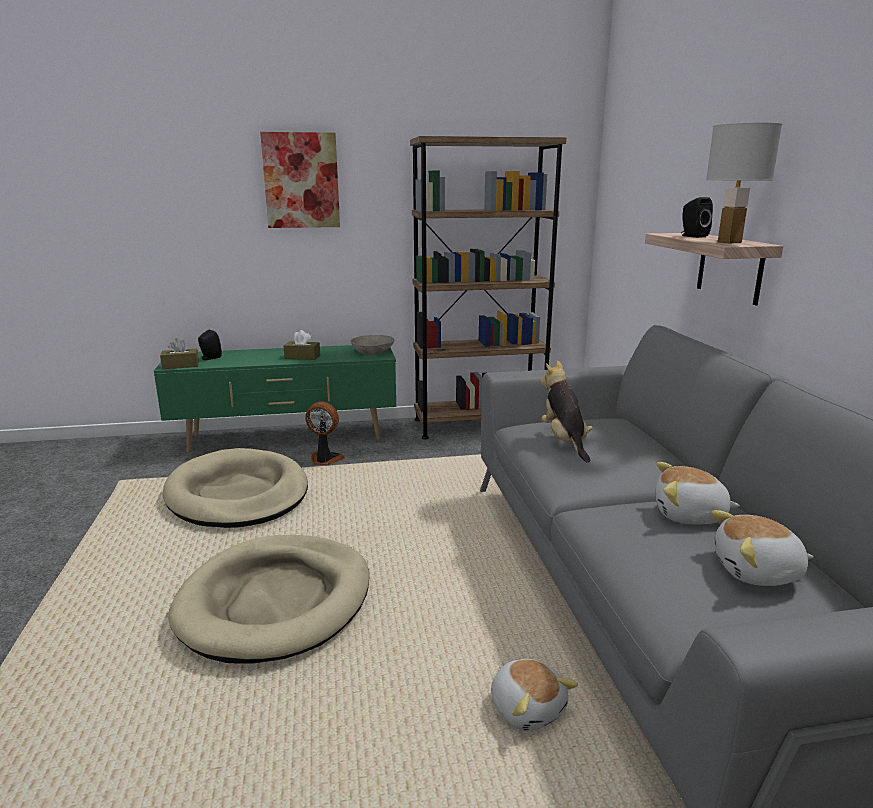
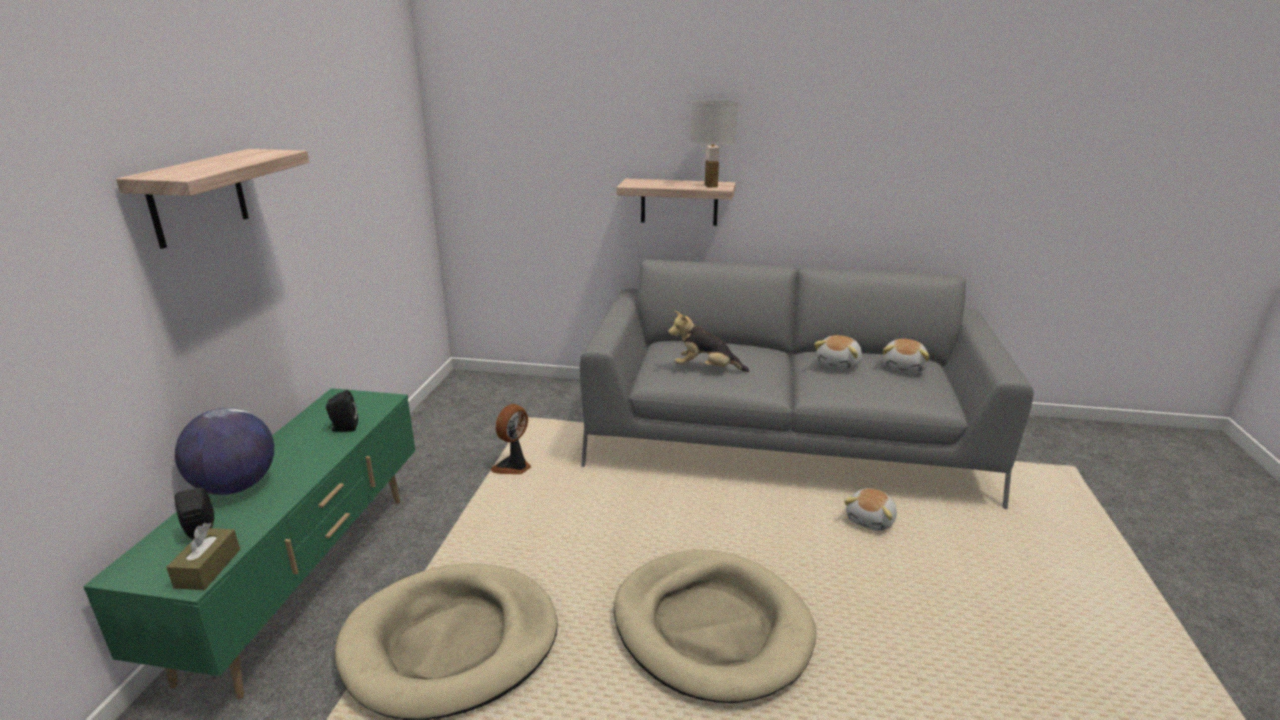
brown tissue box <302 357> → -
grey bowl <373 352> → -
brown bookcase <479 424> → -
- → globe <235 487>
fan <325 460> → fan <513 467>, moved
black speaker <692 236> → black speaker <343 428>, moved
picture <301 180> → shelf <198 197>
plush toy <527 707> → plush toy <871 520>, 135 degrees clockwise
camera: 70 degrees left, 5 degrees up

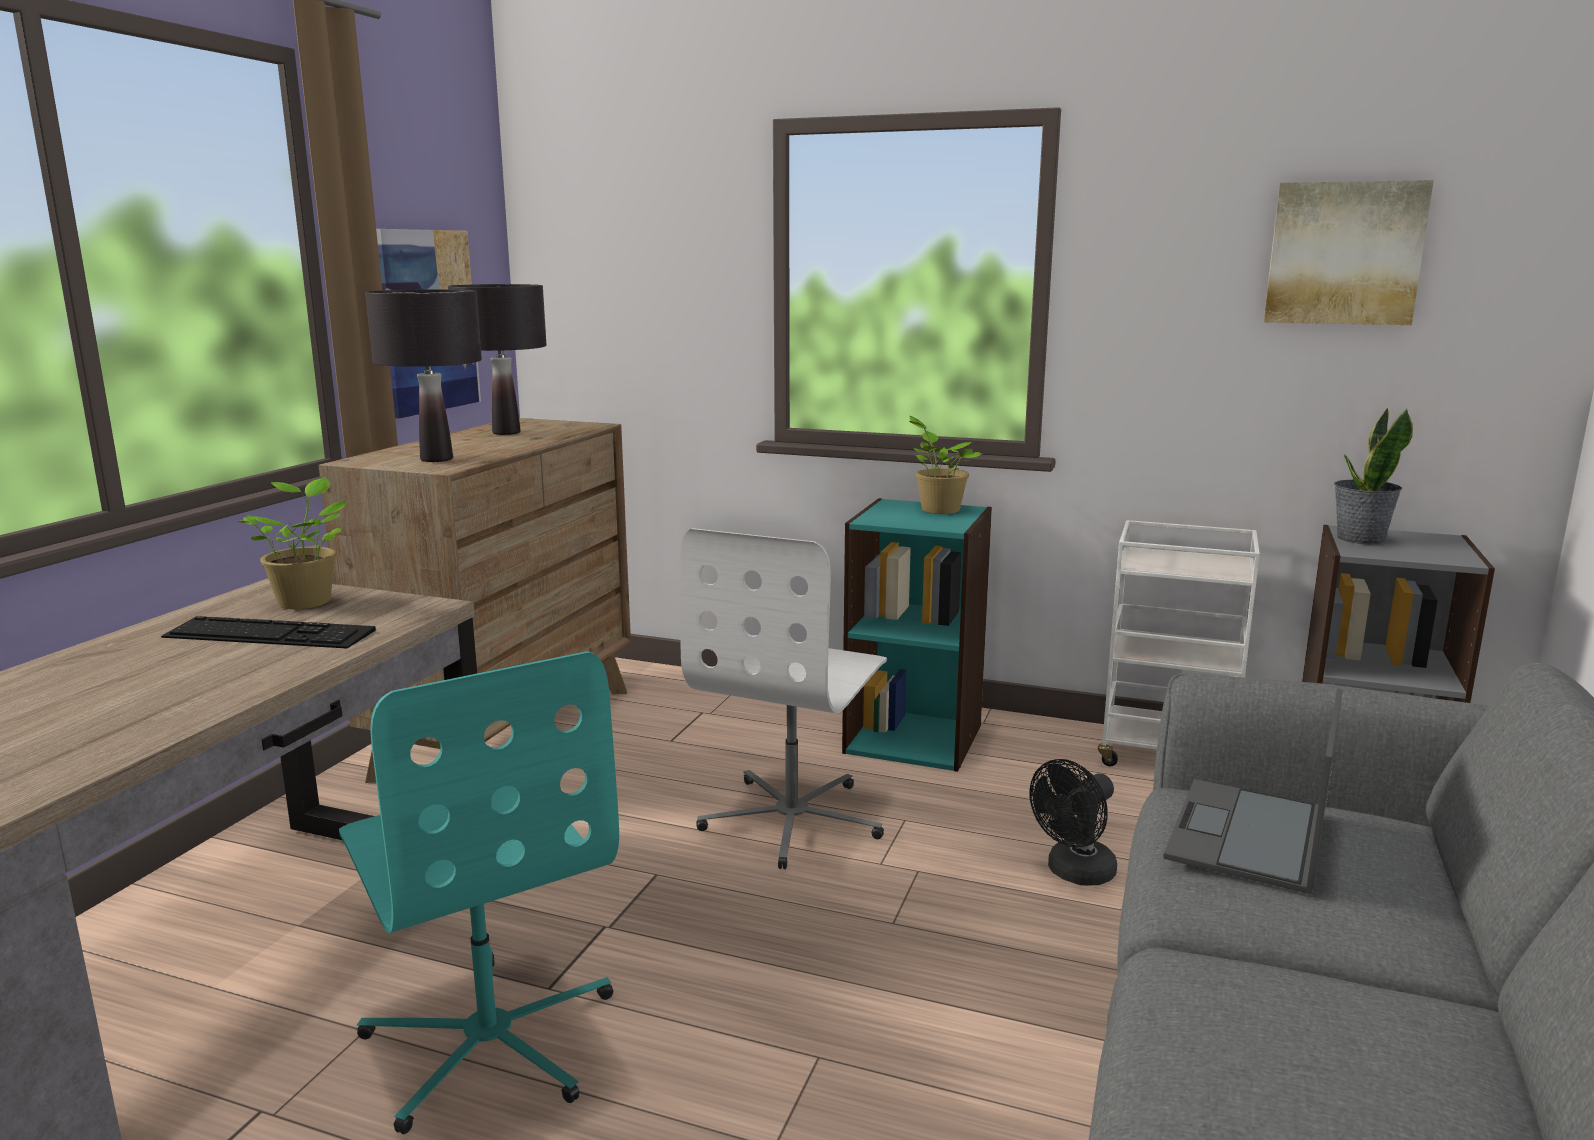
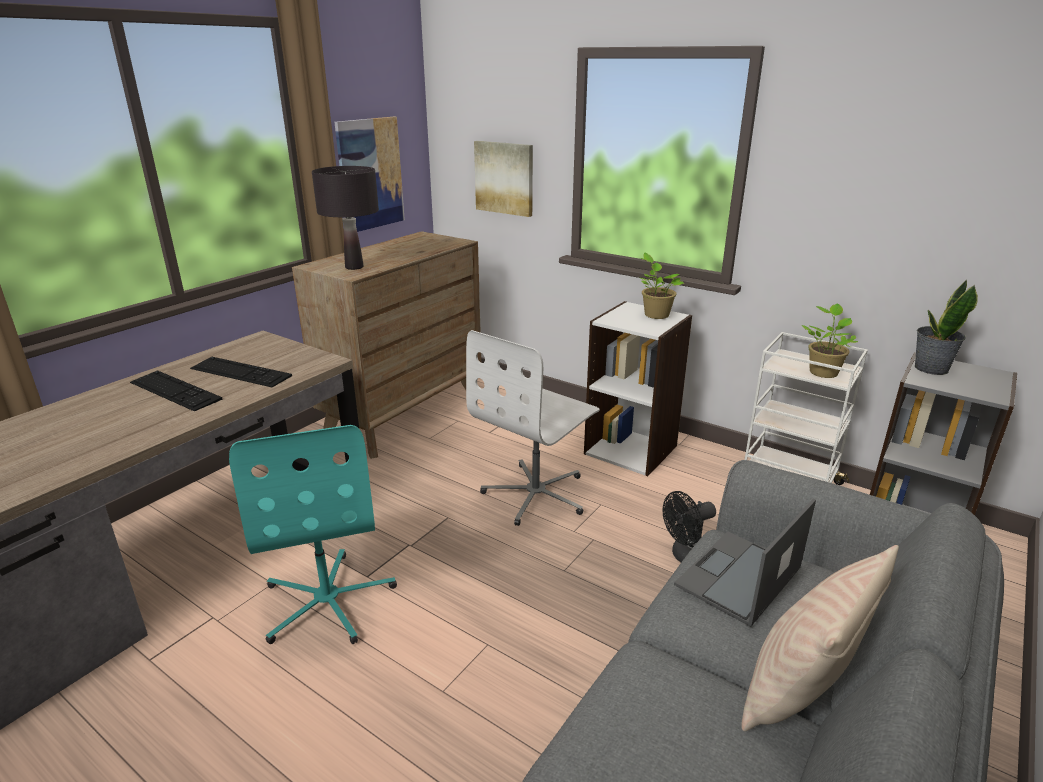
black table lamp <506 433> → -
- → keyboard <175 390>
- → beige pillow <799 692>
potted plant <306 601> → potted plant <823 372>, moved
picture <1344 253> → picture <505 178>, moved
turquoise bookcase <914 738> → white bookcase <631 449>
camera: 15 degrees right, 10 degrees up

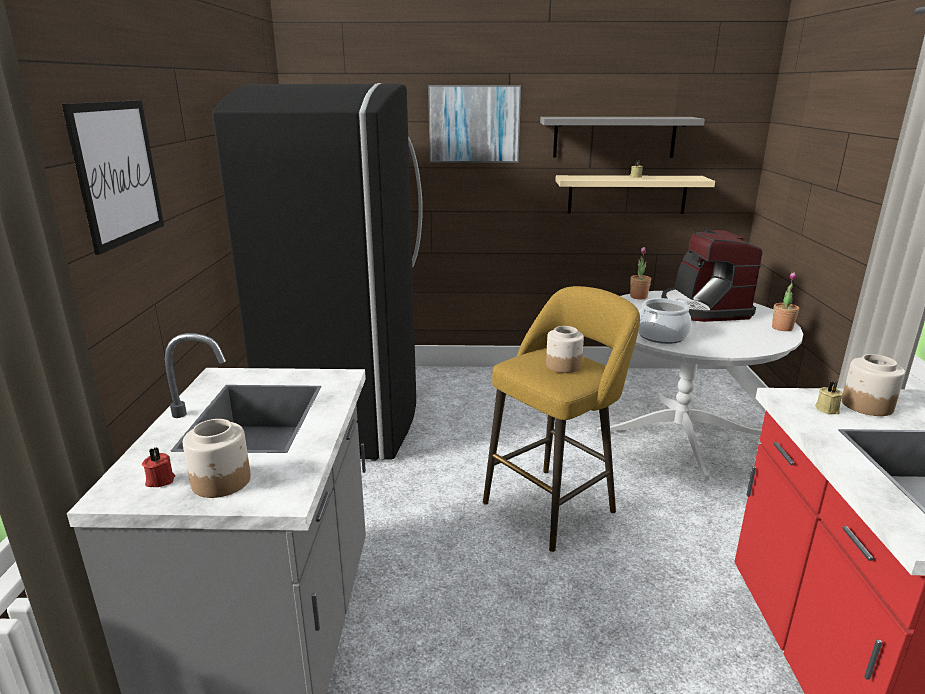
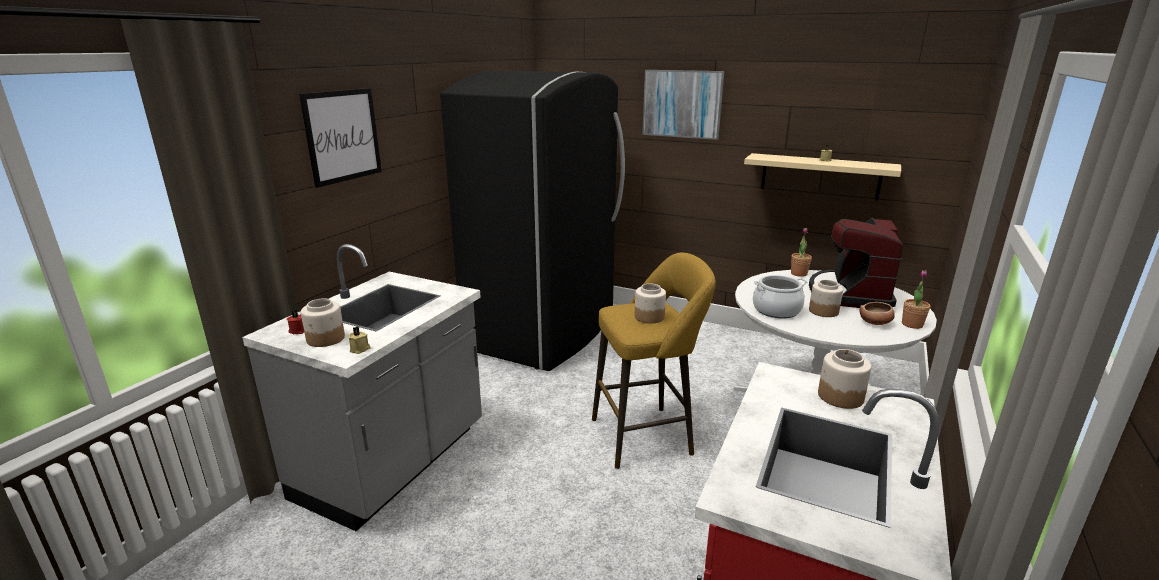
grey shelf <614 137> → -
- → jar <823 311>
- → bowl <875 323>
beige candle <827 409> → beige candle <360 349>, moved
camera: 25 degrees right, 0 degrees up

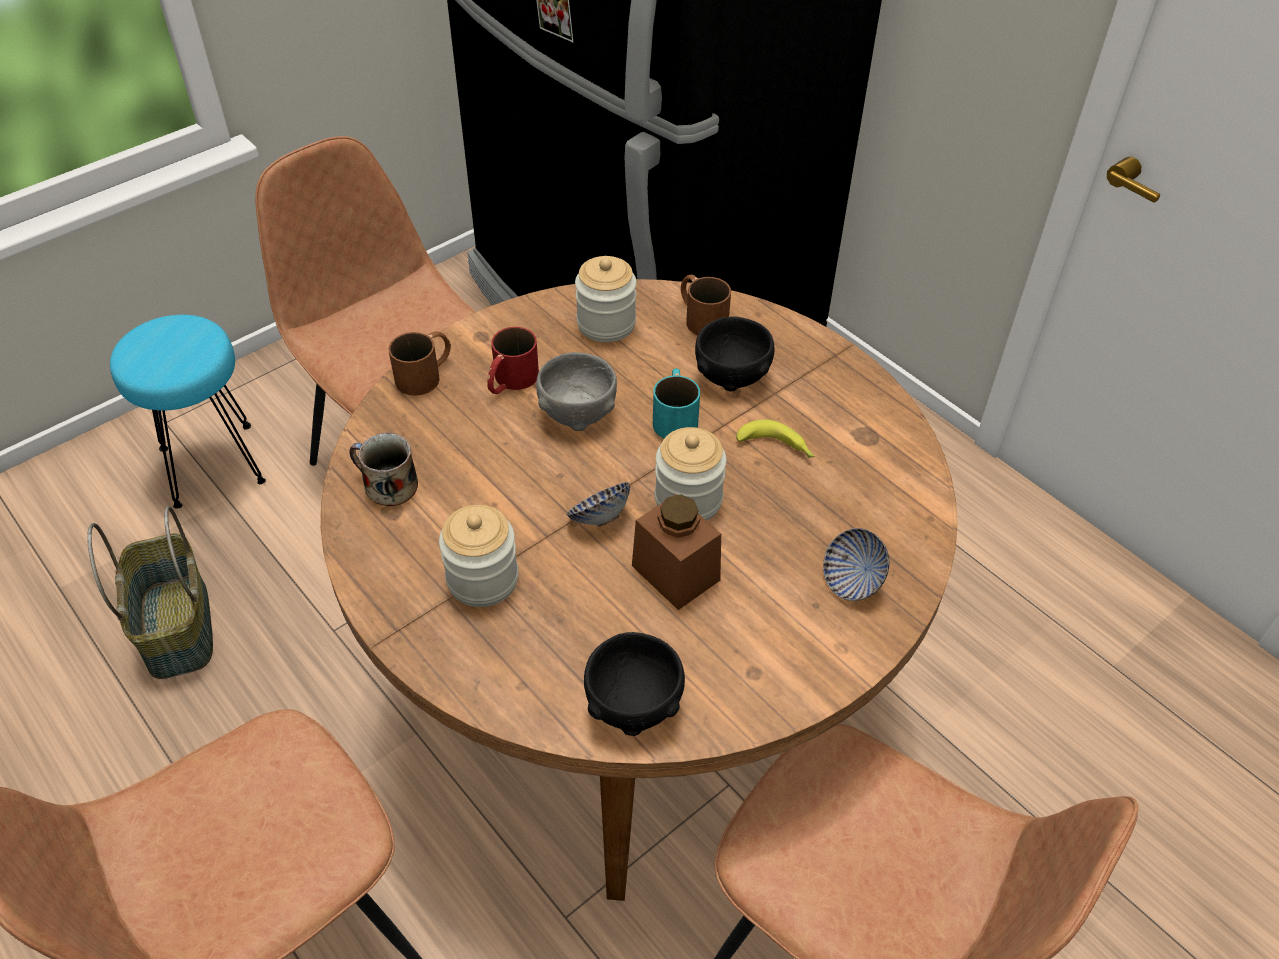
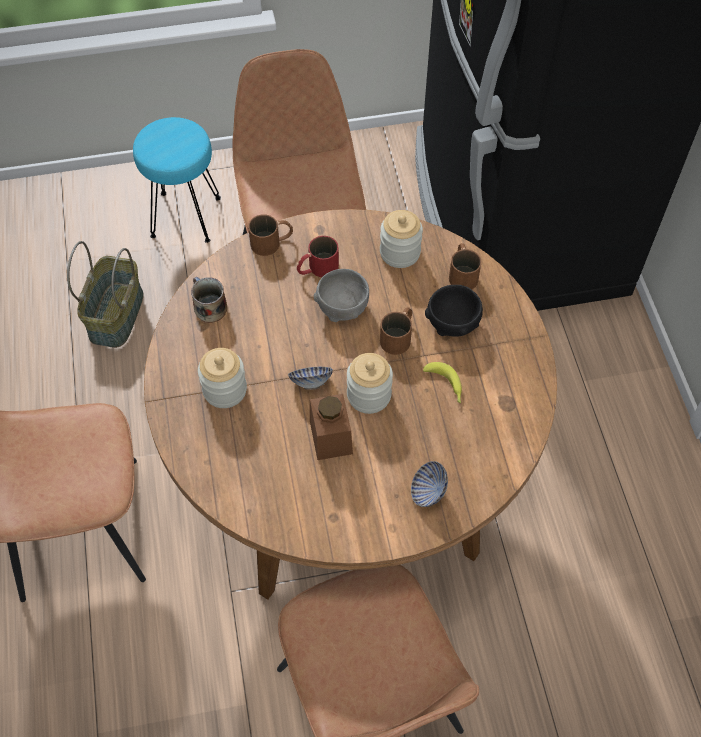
black bowl <634 704> → -
turquoise mug <675 415> → brown mug <399 335>
camera: 30 degrees right, 10 degrees up

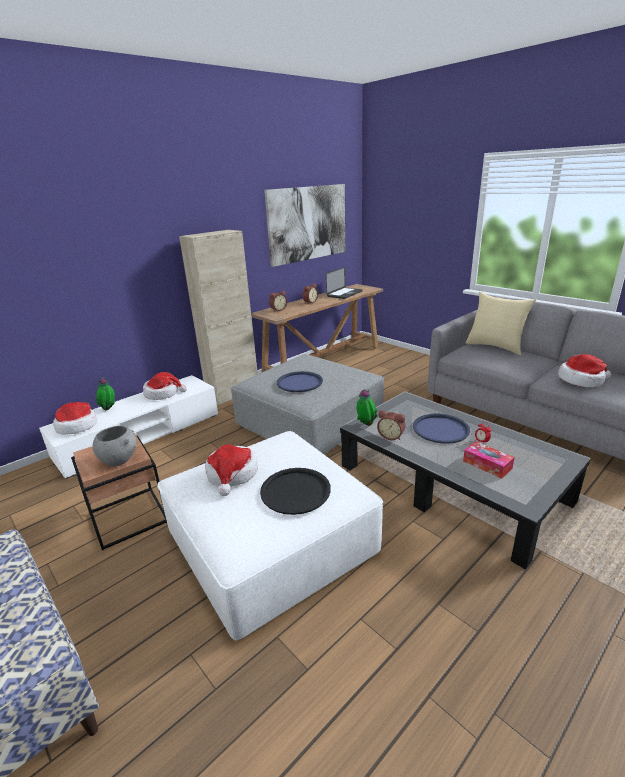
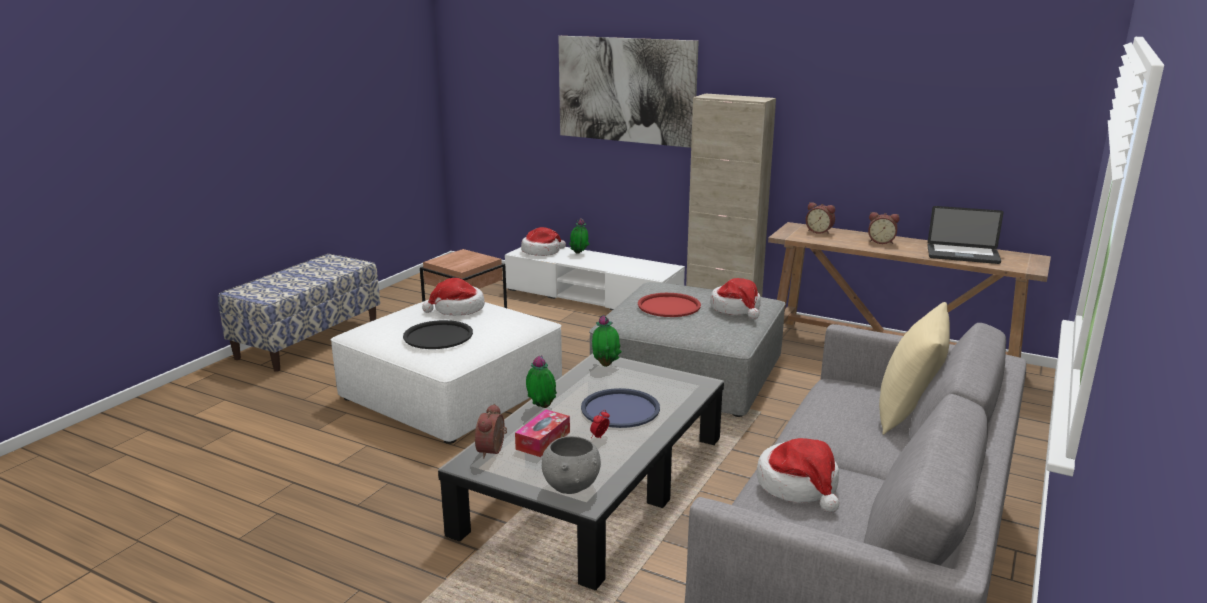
- → potted plant <541 408>
grey bowl <119 460> → grey bowl <571 486>, moved
hat <163 393> → hat <736 309>, moved
picture <307 223> → picture <626 90>, moved
alarm clock <391 436> → alarm clock <493 450>, moved
blue tray <299 382> → red tray <669 306>
camera: 70 degrees right, 5 degrees down

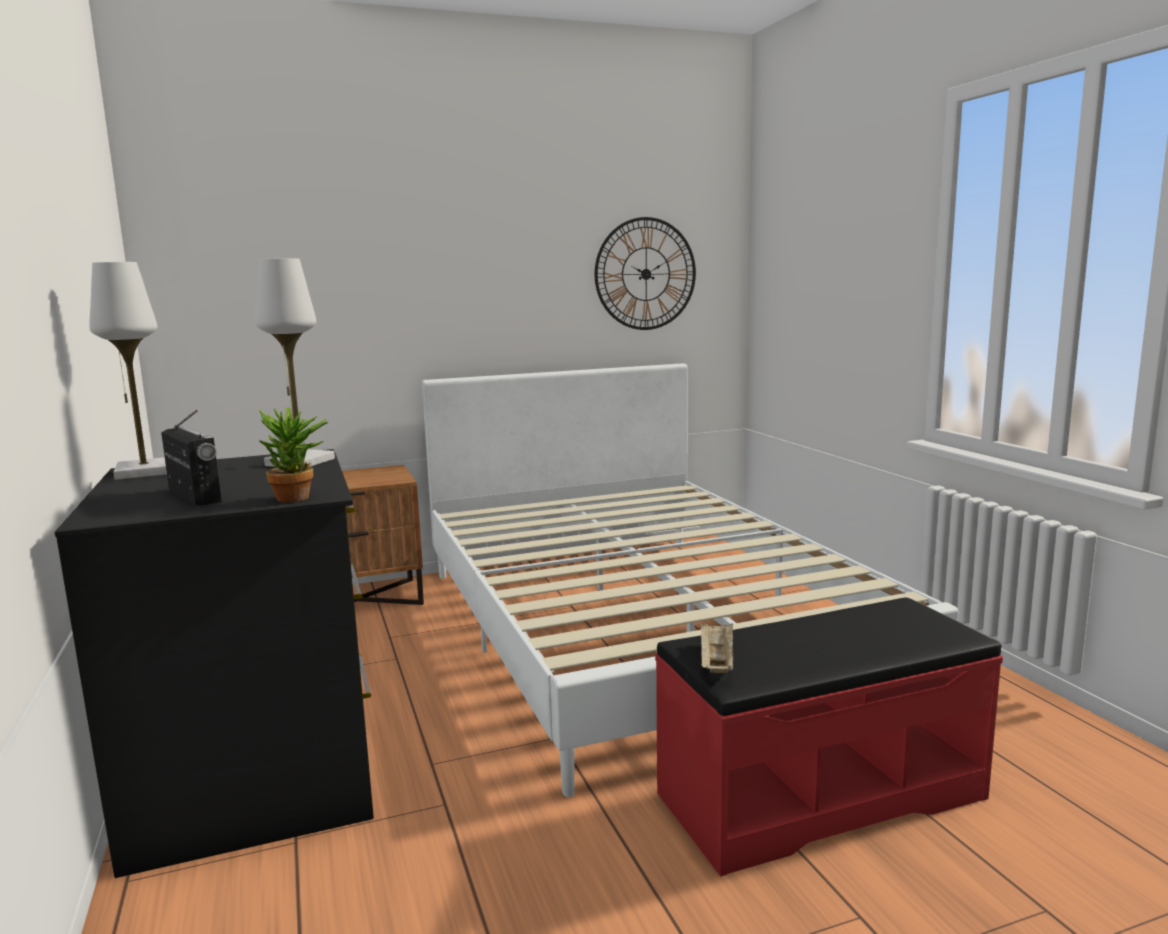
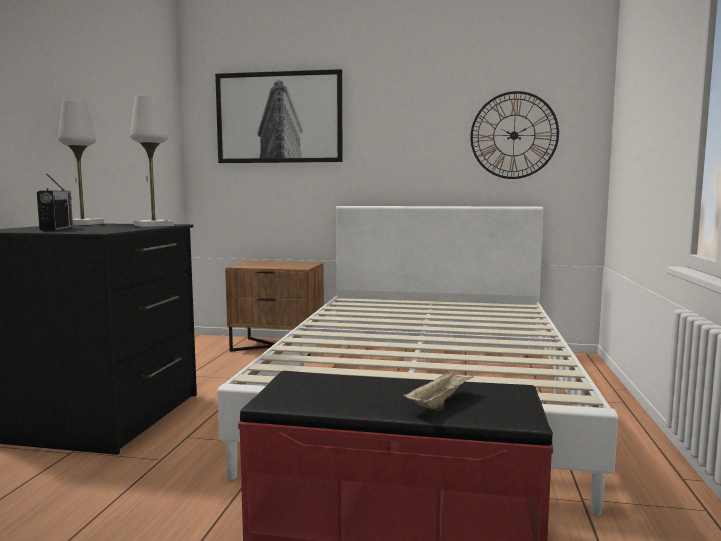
potted plant <299 498> → -
- → picture <279 118>
beige tray <716 662> → beige tray <439 402>, moved
camera: 30 degrees right, 5 degrees down

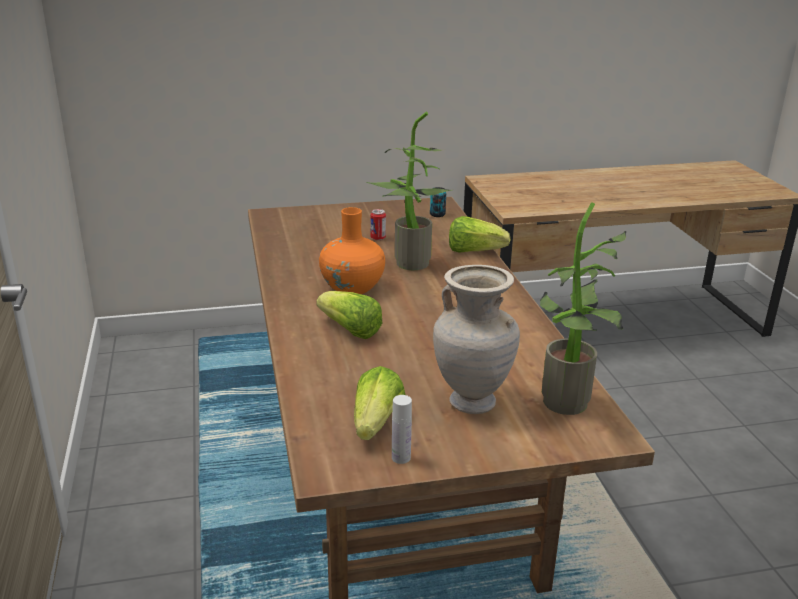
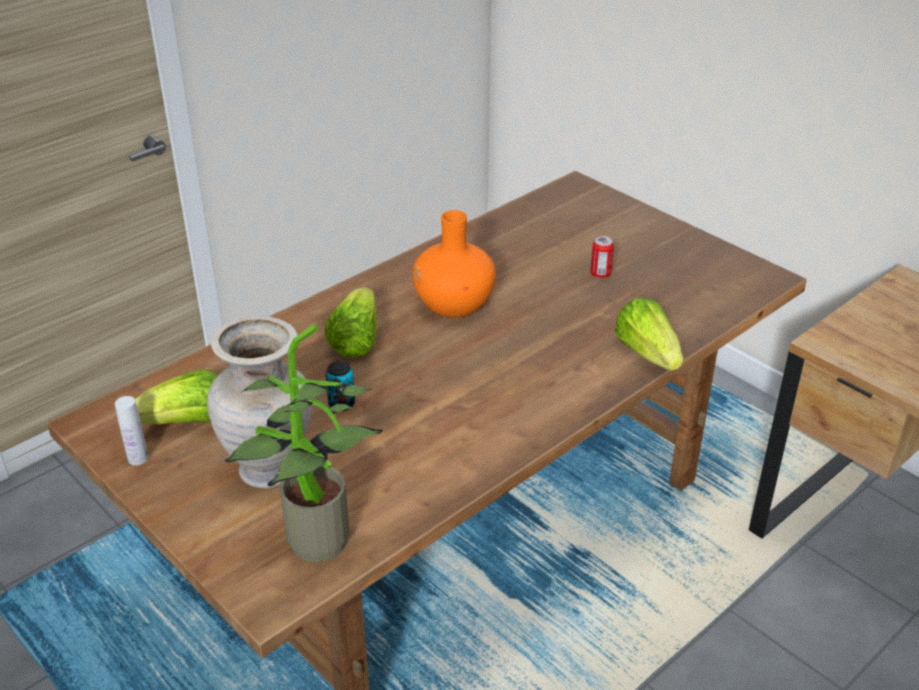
potted plant <408 265> → -
can <437 214> → can <341 404>, moved
camera: 60 degrees right, 10 degrees up

